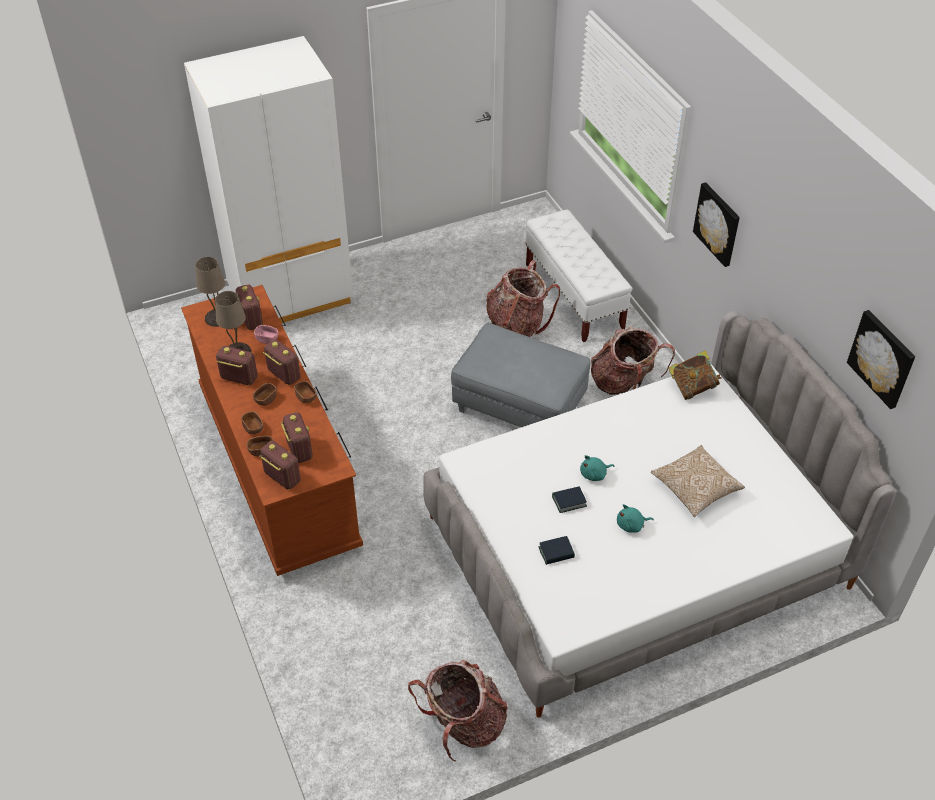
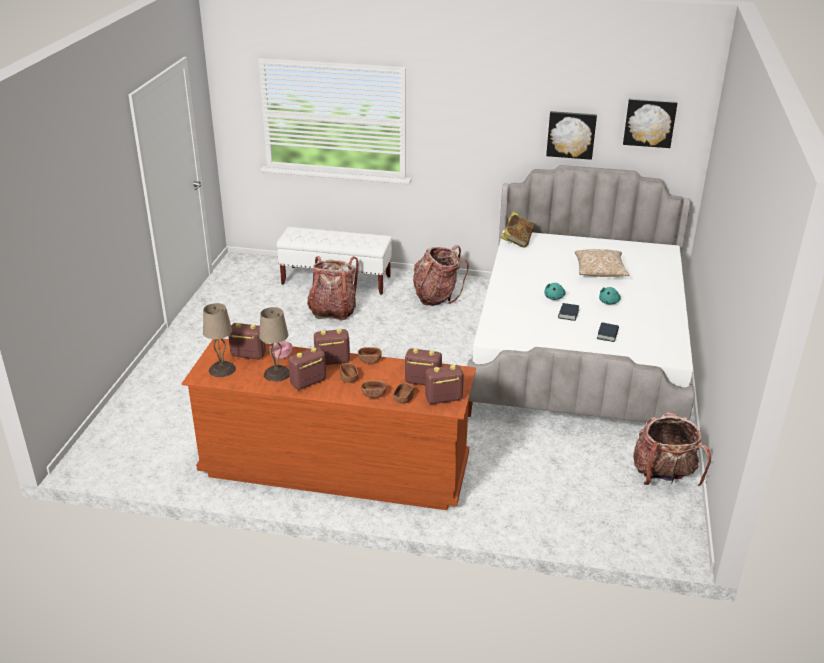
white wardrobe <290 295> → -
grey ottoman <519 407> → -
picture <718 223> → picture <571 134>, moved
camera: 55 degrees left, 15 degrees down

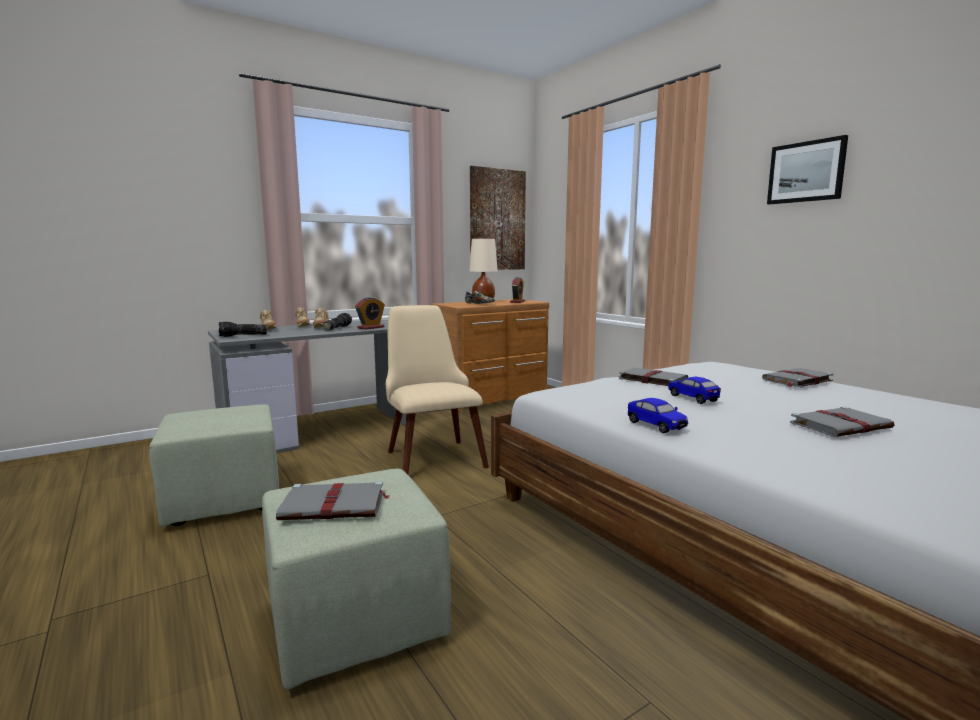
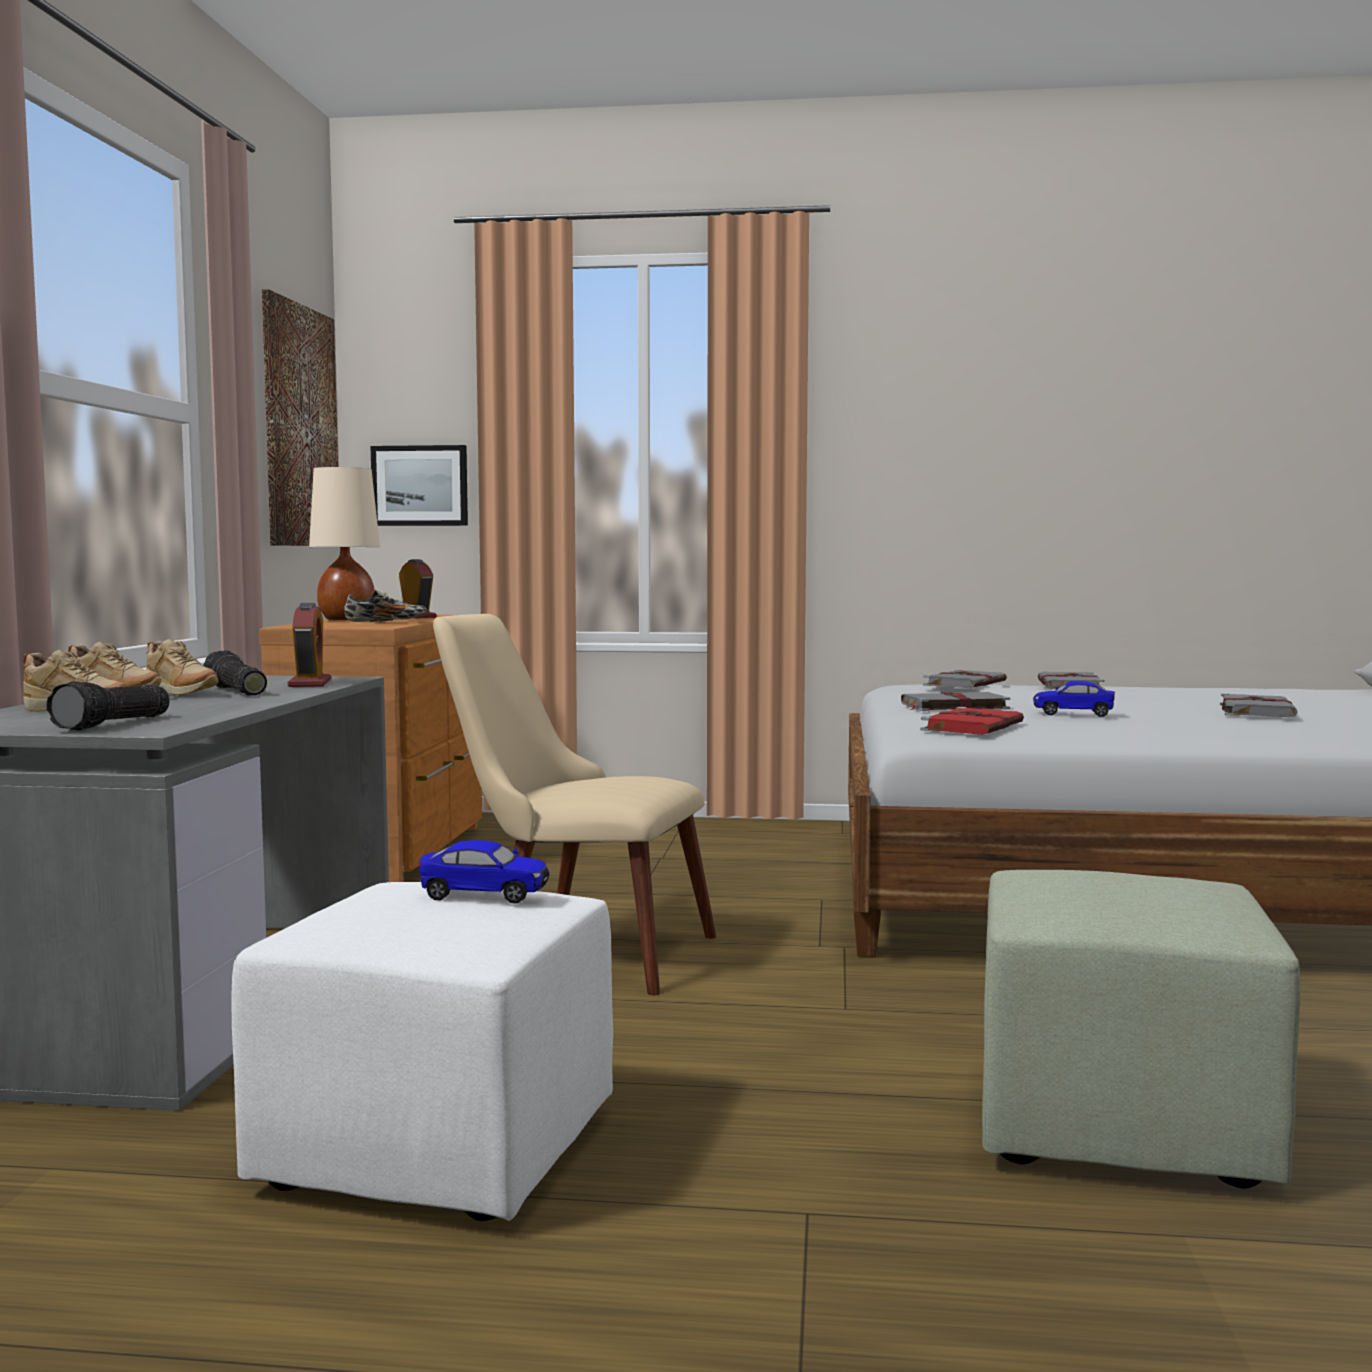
- → red book <973 726>
grey book <335 505> → grey book <965 683>, moved
toy car <656 425> → toy car <484 895>, moved
picture <806 172> → picture <420 486>, moved
green ottoman <226 500> → white ottoman <438 1148>
camera: 50 degrees left, 5 degrees down

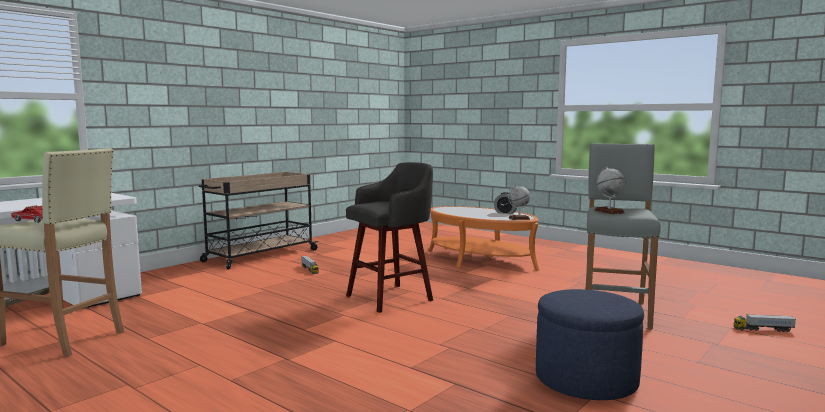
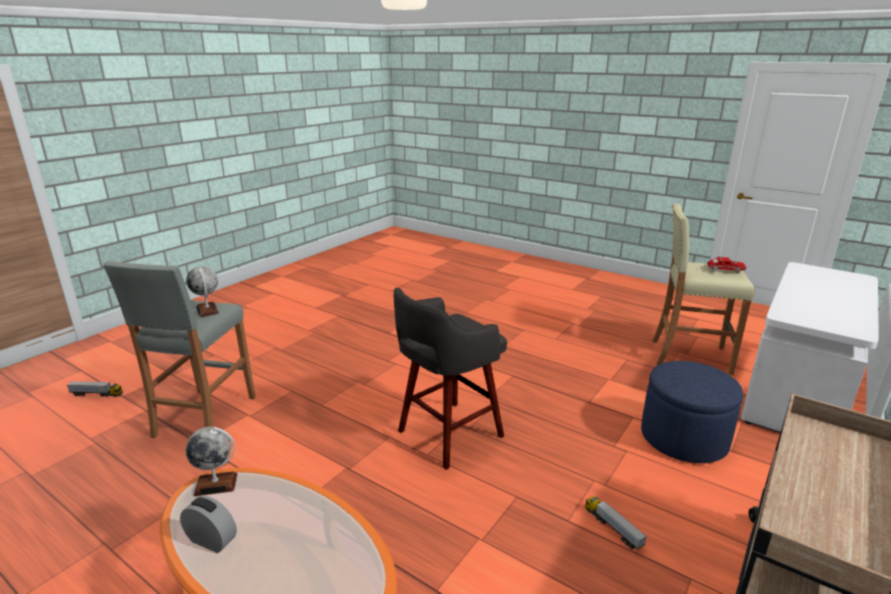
blue ottoman <586 380> → blue ottoman <683 438>, moved
camera: 175 degrees right, 15 degrees up

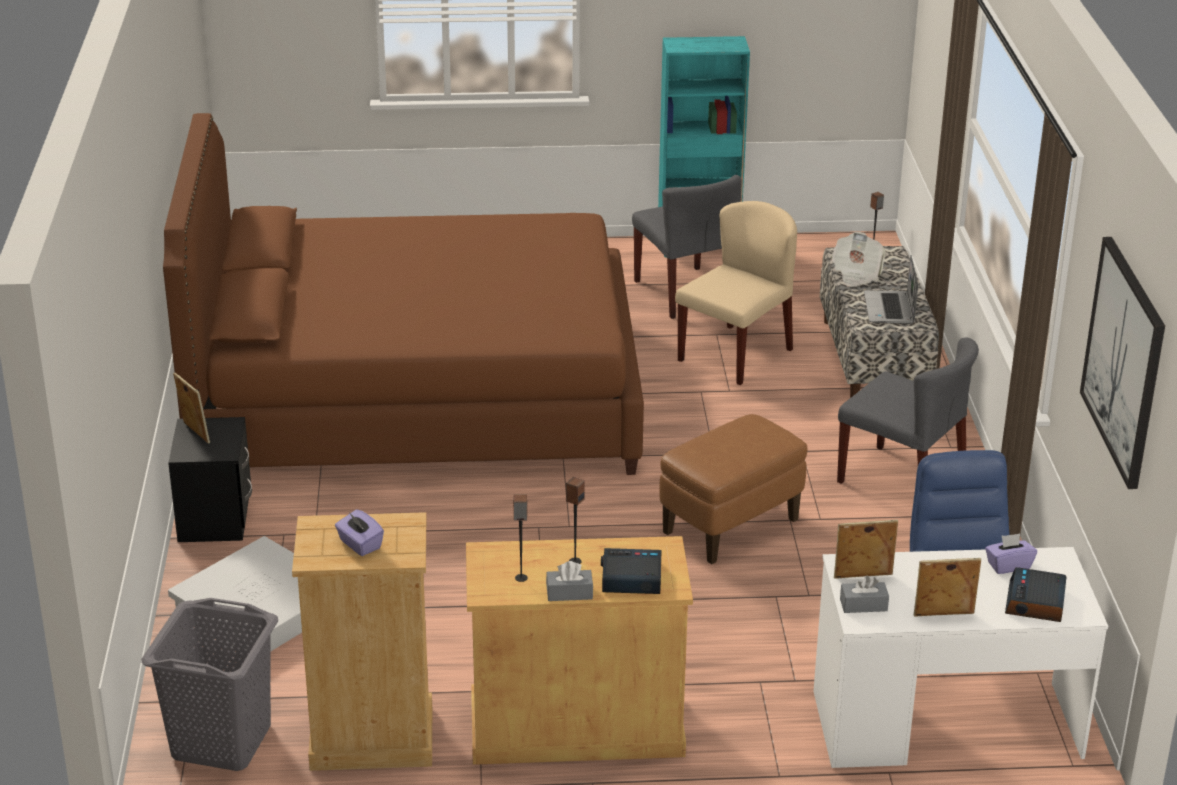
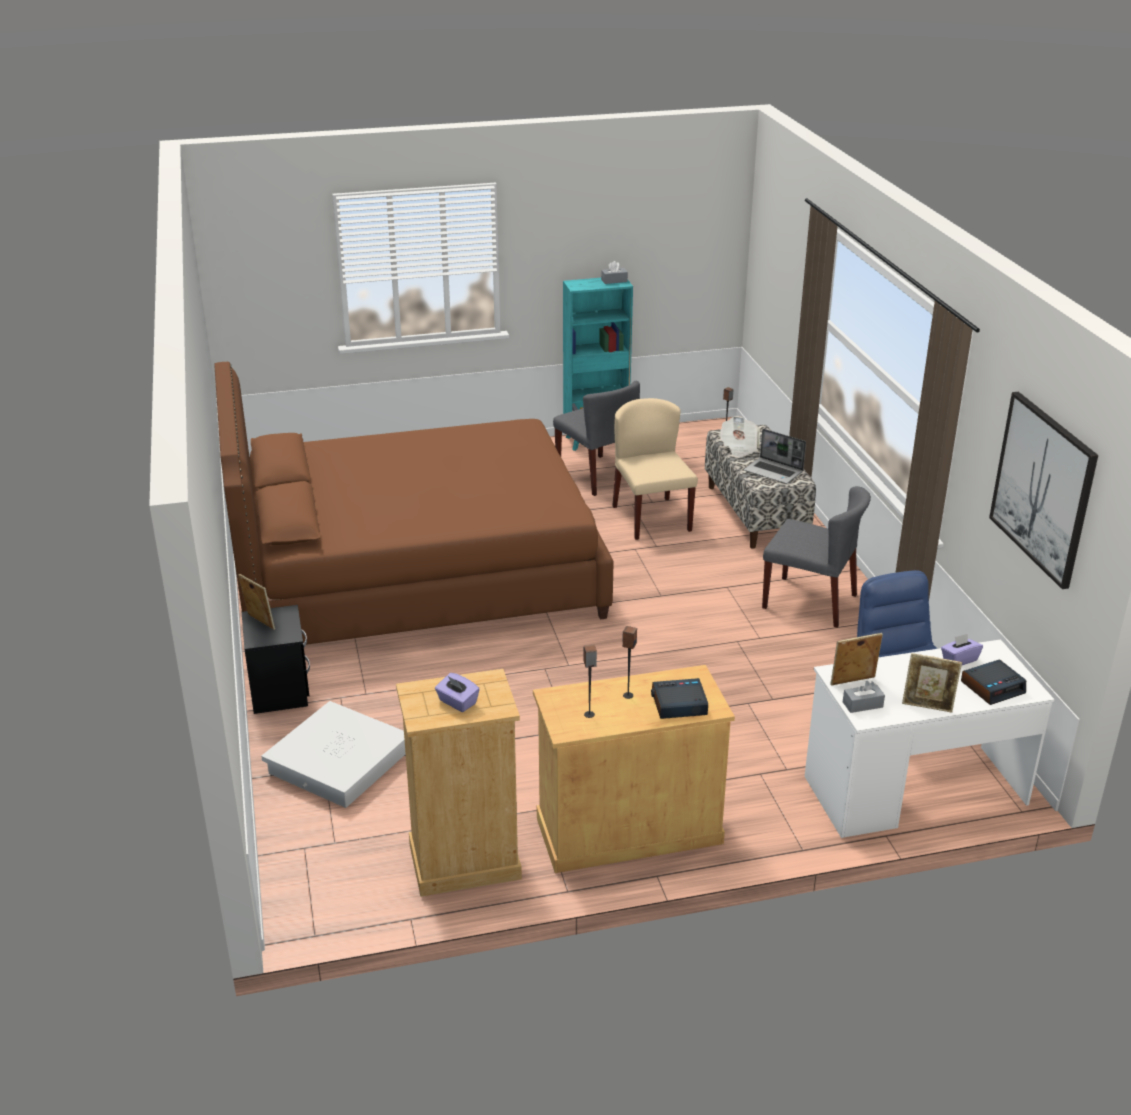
grey laundry basket <220 742> → -
brown ottoman <730 527> → -
grey tissue box <569 593> → grey tissue box <614 280>, moved
beige chair <735 354> → beige chair <651 518>, 45 degrees counterclockwise
laptop <890 309> → laptop <774 472>, 45 degrees counterclockwise
picture frame <943 616> → picture frame <927 706>, 150 degrees counterclockwise
alarm clock <1036 603> → alarm clock <992 687>, 120 degrees counterclockwise
camera: 10 degrees left, 0 degrees up

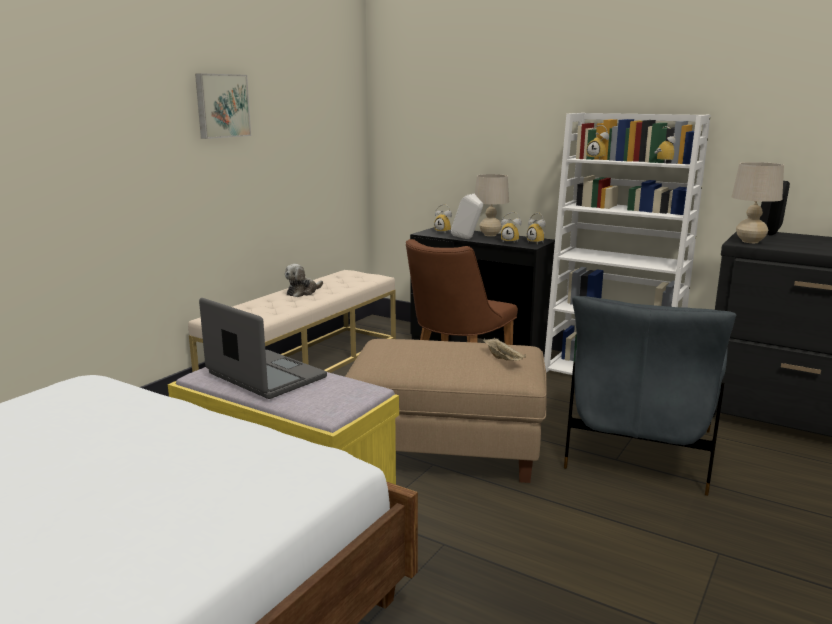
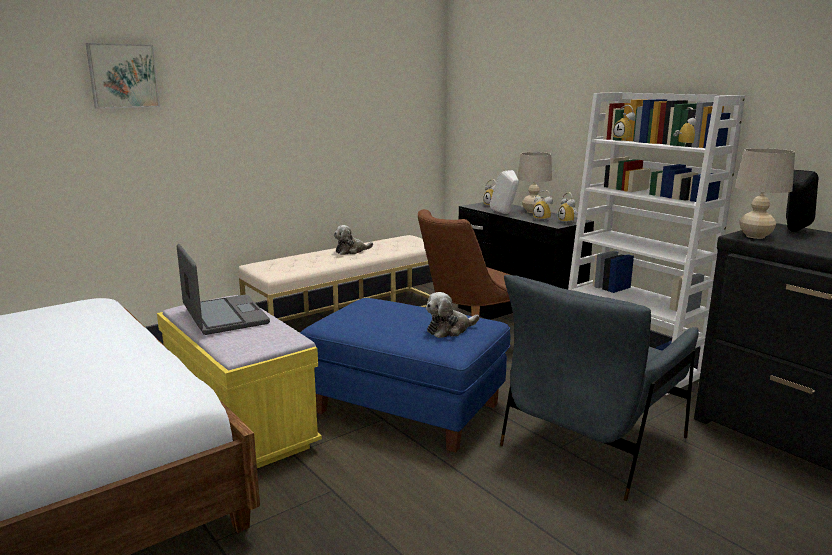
picture <221 106> → picture <123 76>, moved
beige tray <503 359> → plush toy <449 330>
beige ottoman <448 448> → blue ottoman <407 408>
camera: 20 degrees right, 0 degrees up

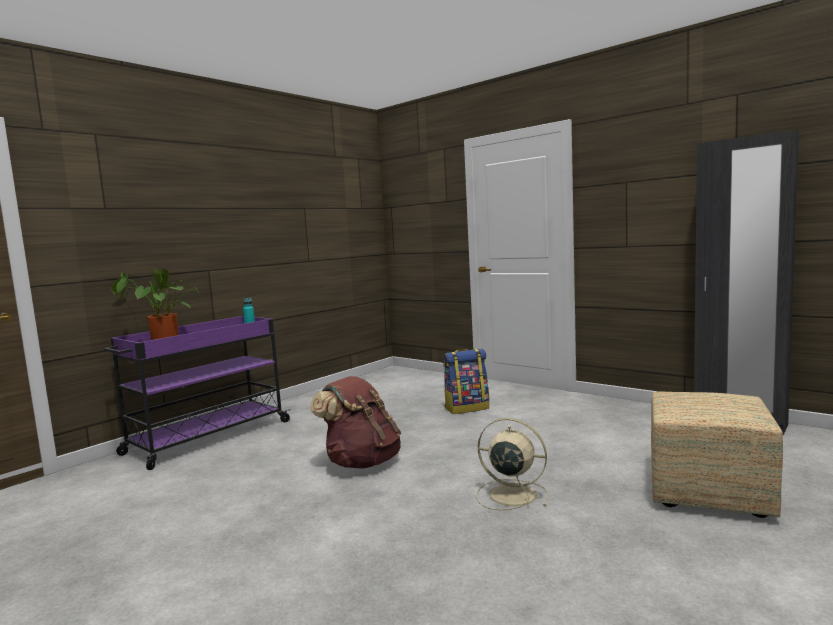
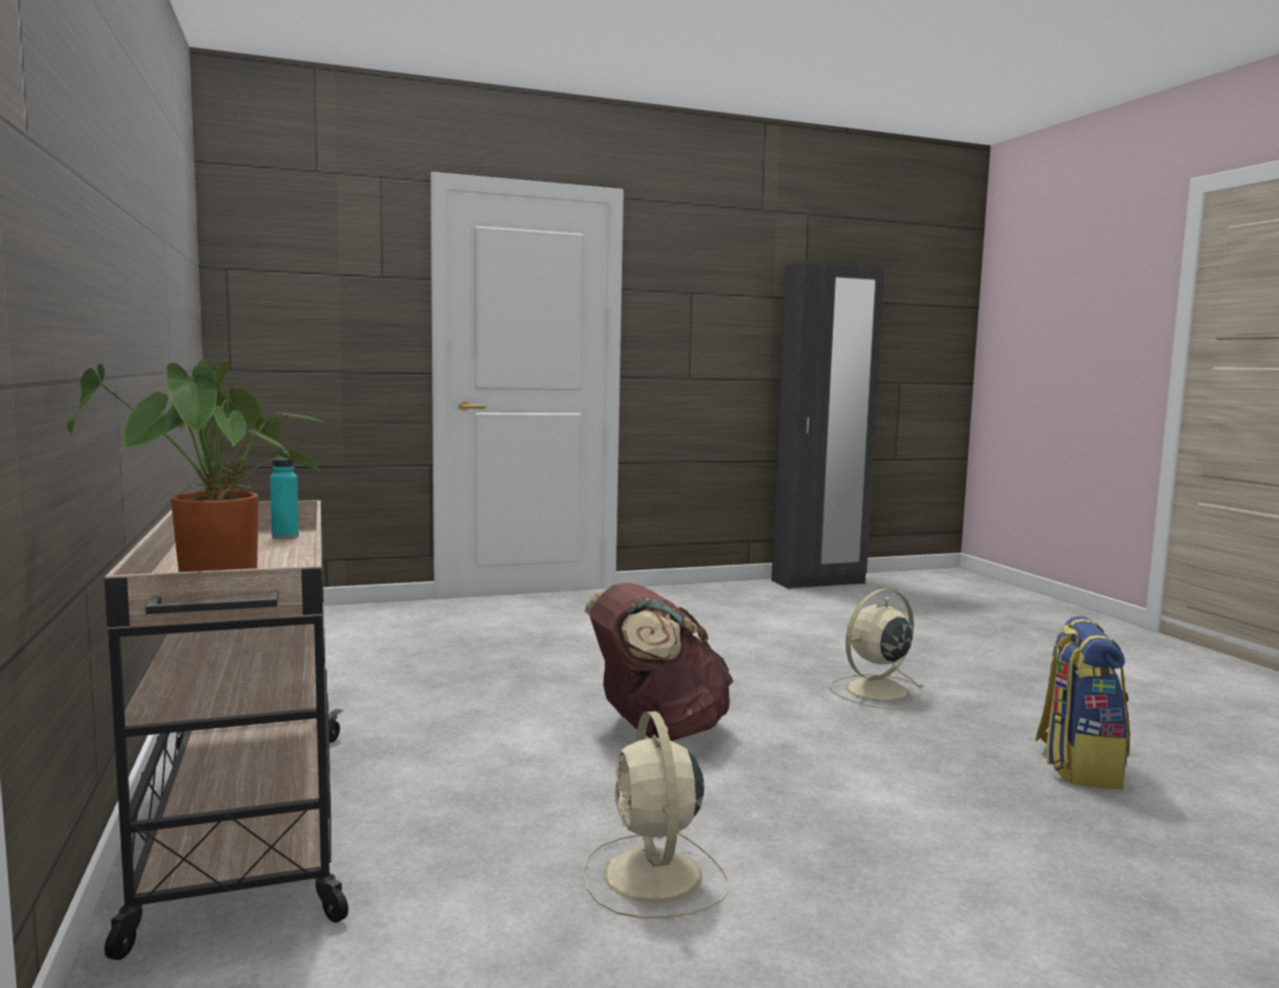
ottoman <709 493> → -
- → beige fan <653 877>
backpack <467 408> → backpack <1077 766>, moved
purple cart <207 438> → beige cart <248 827>
camera: 60 degrees left, 0 degrees up

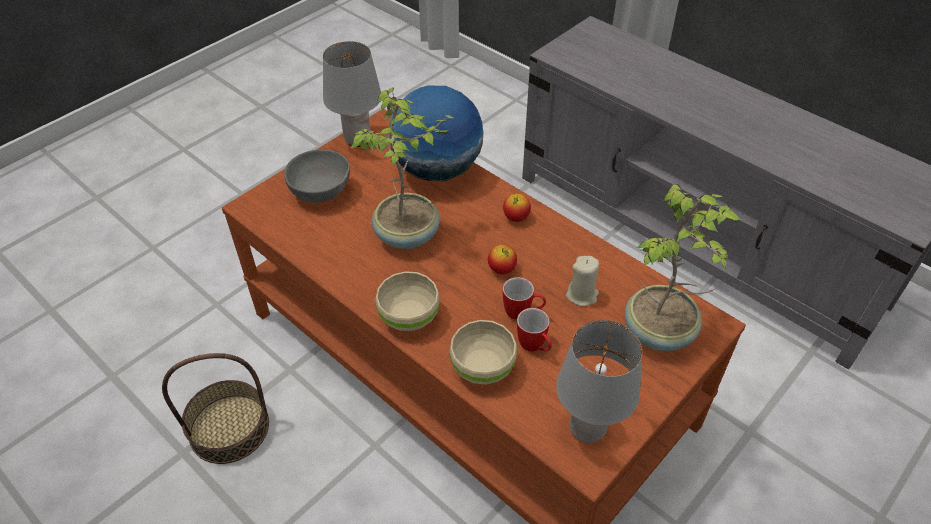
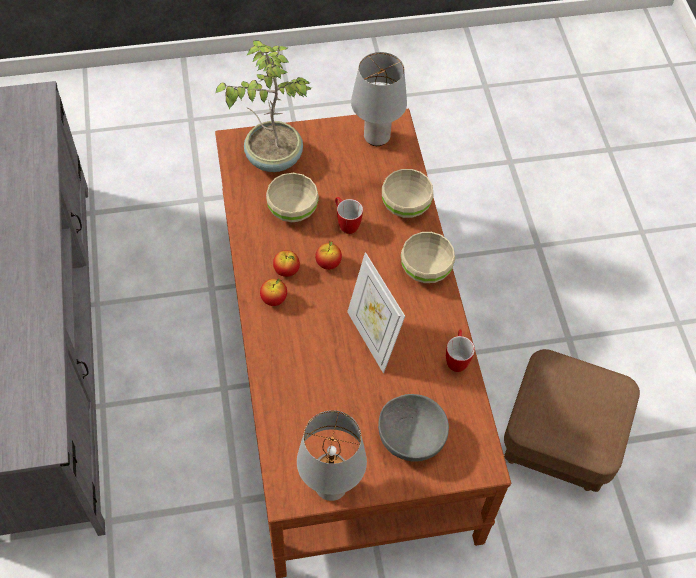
globe <437 169> → -
- → apple <286 271>
mug <535 347> → mug <456 359>, moved
basket <229 428> → brown ottoman <559 440>
potted plant <408 236> → picture frame <372 338>
beige candle <582 295> → beige bowl <293 210>
camera: 145 degrees left, 10 degrees up

